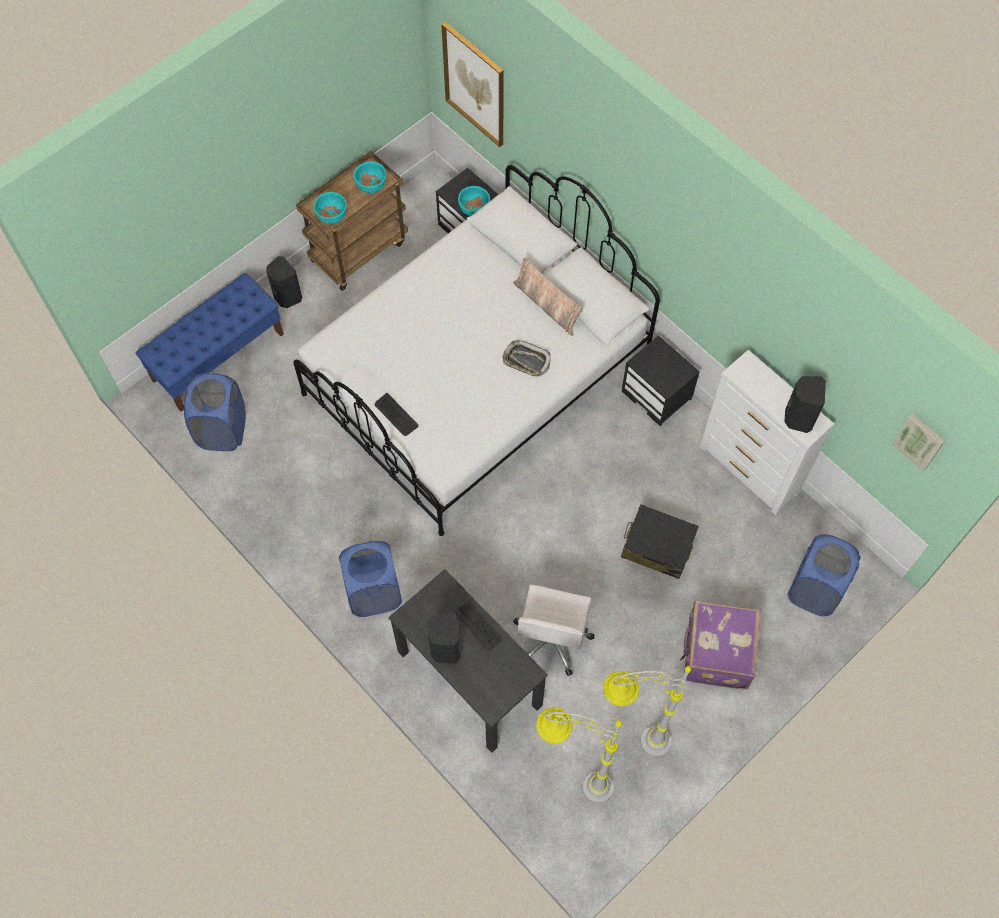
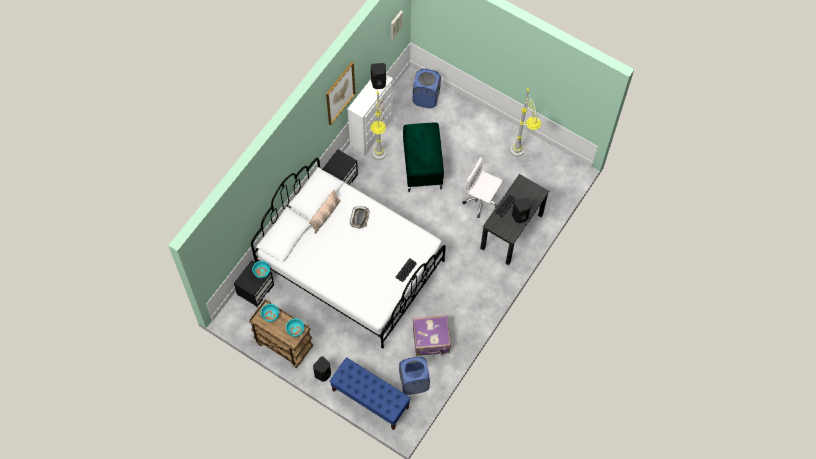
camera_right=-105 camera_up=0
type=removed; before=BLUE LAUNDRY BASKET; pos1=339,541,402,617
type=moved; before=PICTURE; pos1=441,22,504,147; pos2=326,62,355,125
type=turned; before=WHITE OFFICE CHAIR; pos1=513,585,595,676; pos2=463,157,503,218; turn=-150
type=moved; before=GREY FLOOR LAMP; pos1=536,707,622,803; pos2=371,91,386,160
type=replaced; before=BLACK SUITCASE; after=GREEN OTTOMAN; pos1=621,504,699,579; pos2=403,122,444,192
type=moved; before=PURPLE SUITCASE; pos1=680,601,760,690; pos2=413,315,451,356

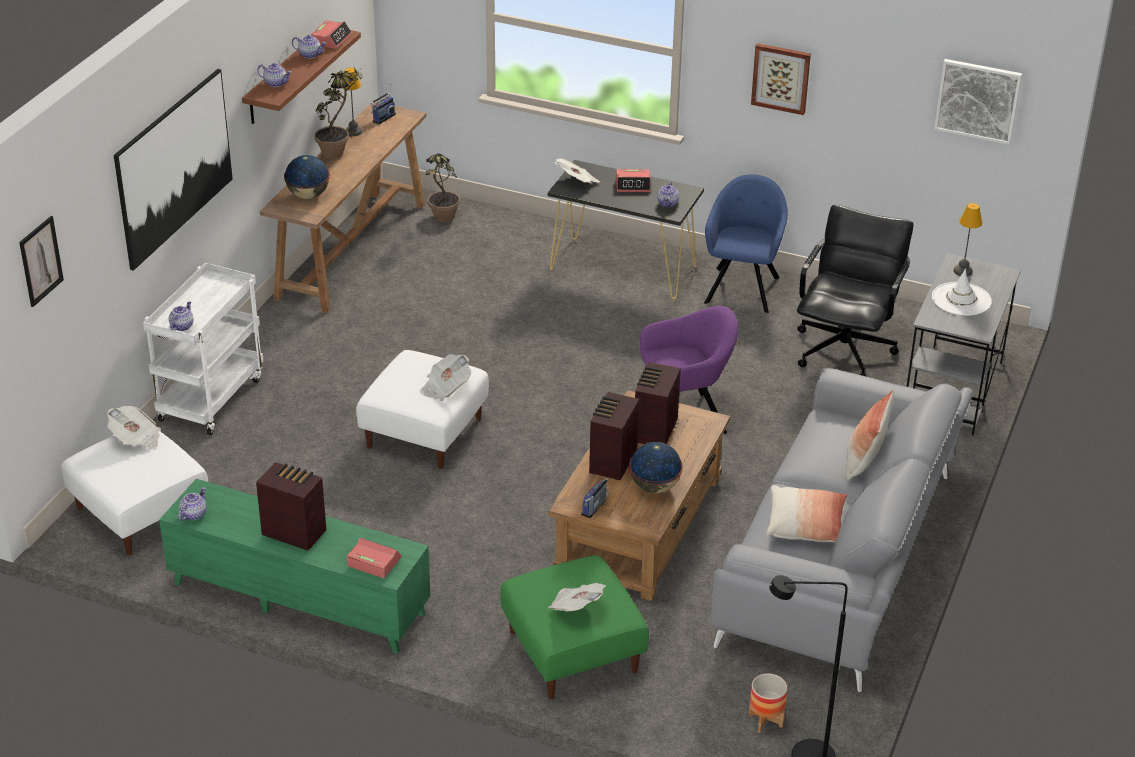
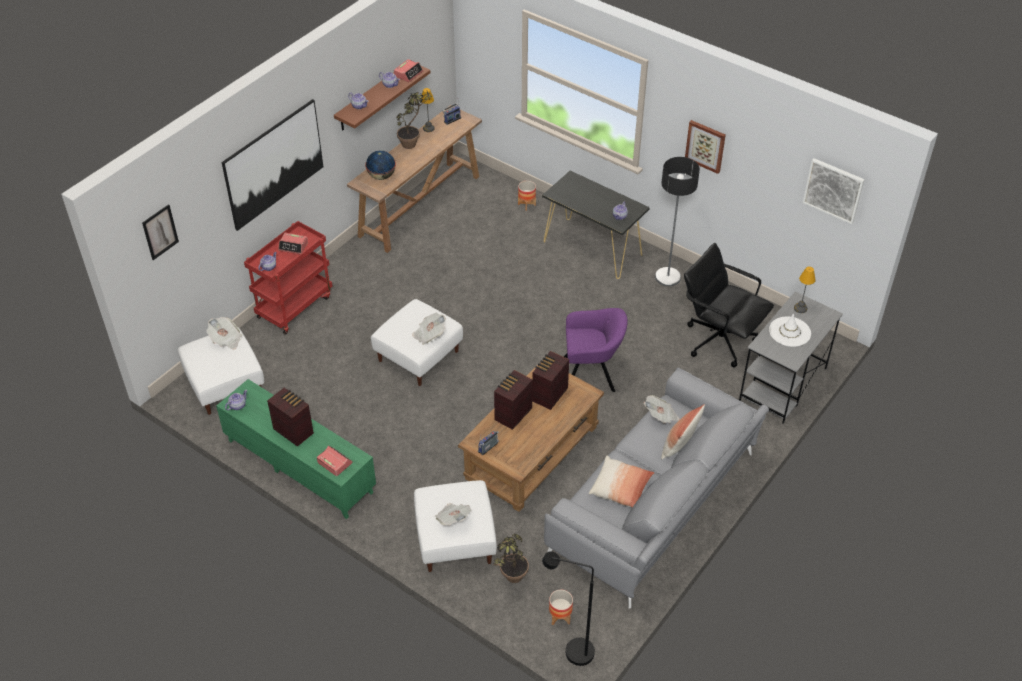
camera_right=15 camera_up=10
type=recoloured; before=WHITE CART; after=RED CART; pos1=143,263,264,435; pos2=244,221,332,335
type=moved; before=POTTED PLANT; pos1=425,154,460,222; pos2=493,534,529,583
type=recoloured; before=GREEN OTTOMAN; after=WHITE OTTOMAN; pos1=500,555,649,699; pos2=414,480,497,572
type=moved; before=NEWSPAPER; pos1=554,158,600,183; pos2=644,395,680,423
type=moved; before=ALARM CLOCK; pos1=616,169,651,192; pos2=278,233,308,254
type=removed; before=GLOBE; pos1=629,442,683,493
type=replaced; before=BLUE ARMCHAIR; after=FLOOR LAMP; pos1=704,174,788,313; pos2=655,157,700,286
type=turned; before=BLACK OFFICE CHAIR; pos1=797,205,914,376; pos2=684,243,774,367; turn=-90
type=added; after=PLANTER; pos2=518,181,536,211

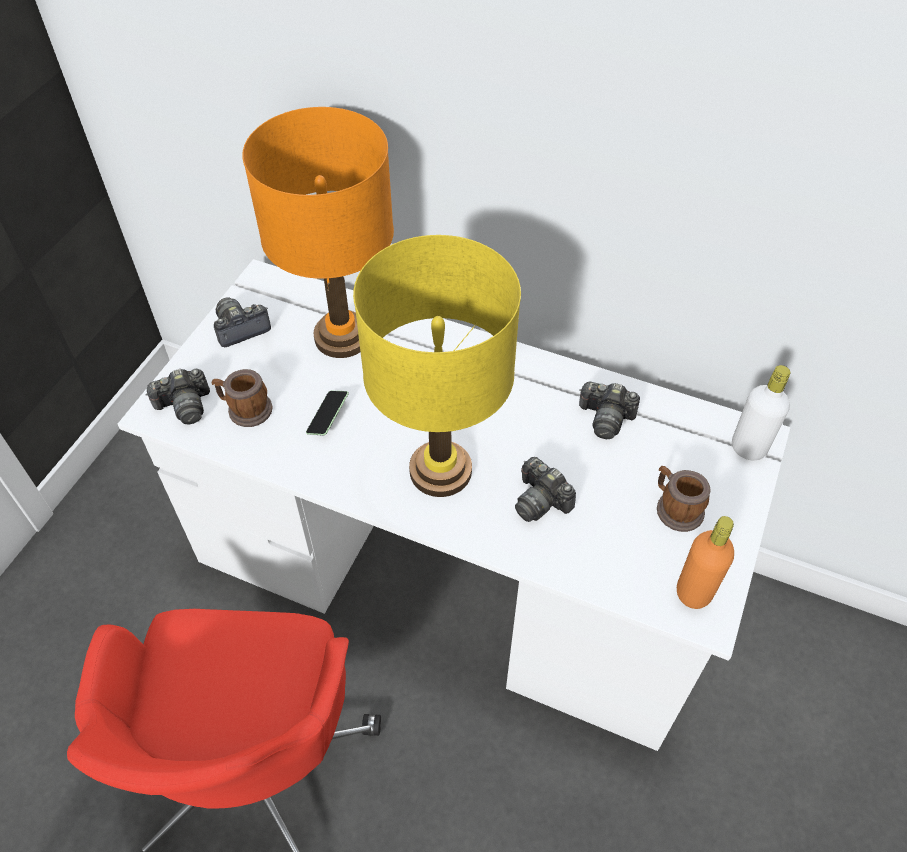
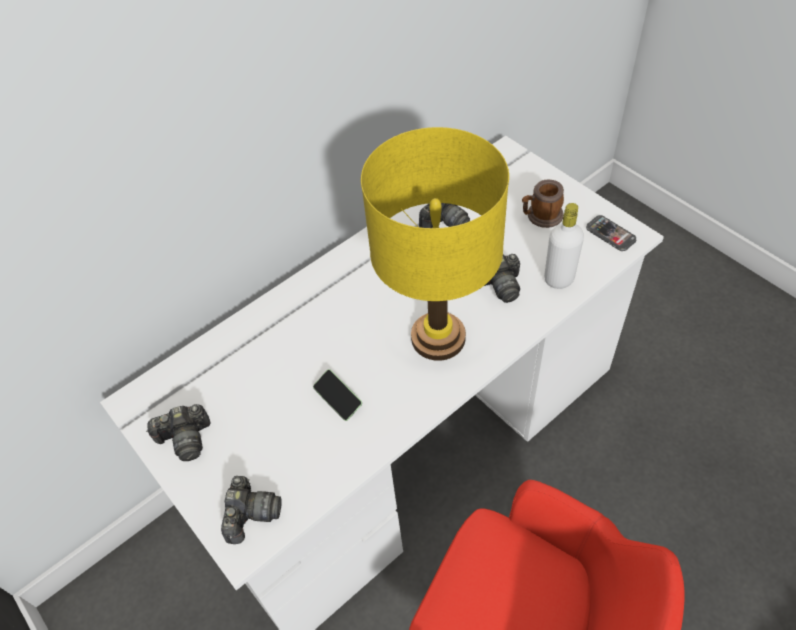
camera_right=-60 camera_up=0
type=removed; before=MUG; pos1=211,369,272,427
type=turned; before=PHOTO CAMERA; pos1=214,297,271,347; pos2=146,404,210,461; turn=-105
type=removed; before=ORANGE TABLE LAMP; pos1=242,107,394,358
type=replaced; before=ORANGE BOTTLE; after=PHONE; pos1=677,516,734,609; pos2=586,215,636,251
type=moved; before=WHITE BOTTLE; pos1=732,365,790,460; pos2=544,203,584,289

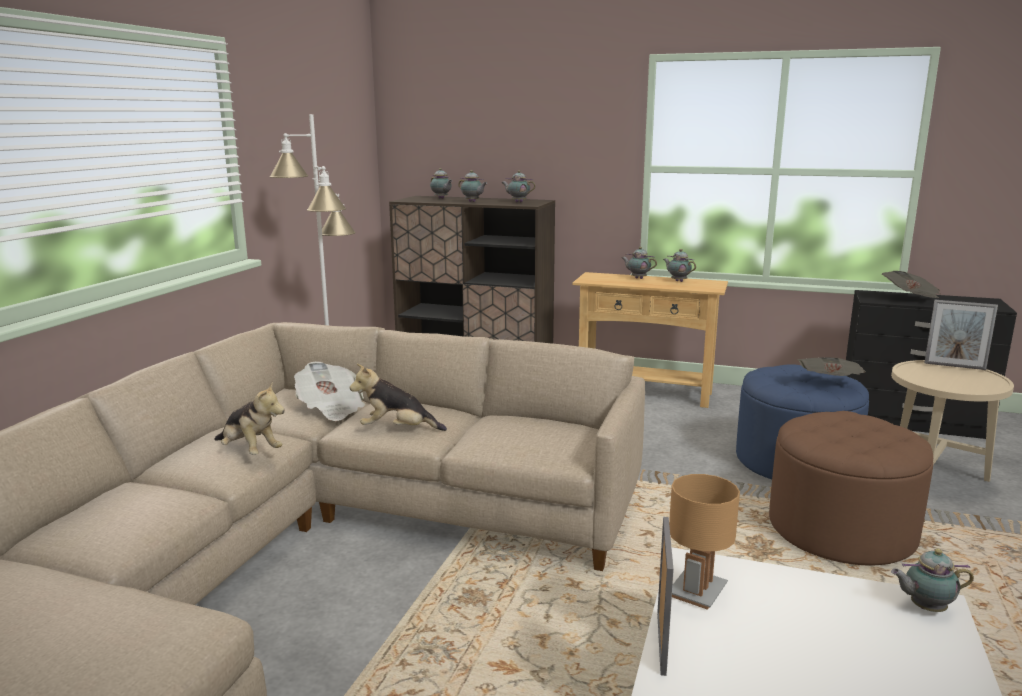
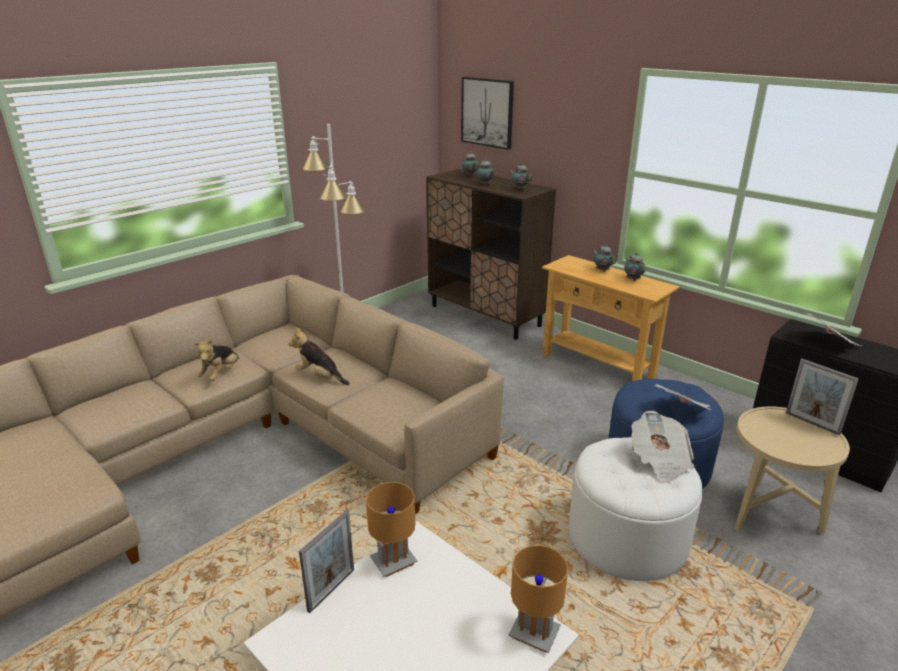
camera_right=25 camera_up=10
type=turned; before=PLUSH TOY; pos1=215,381,285,455; pos2=194,339,239,381; turn=45
type=moved; before=NEWSPAPER; pos1=294,361,365,421; pos2=631,411,695,482
type=recoloured; before=BROWN OTTOMAN; after=WHITE OTTOMAN; pos1=769,411,933,565; pos2=569,437,702,581
type=replaced; before=TEAPOT; after=BROWN TABLE LAMP; pos1=891,548,974,612; pos2=508,545,568,653
type=added; after=PICTURE; pos2=461,77,514,150

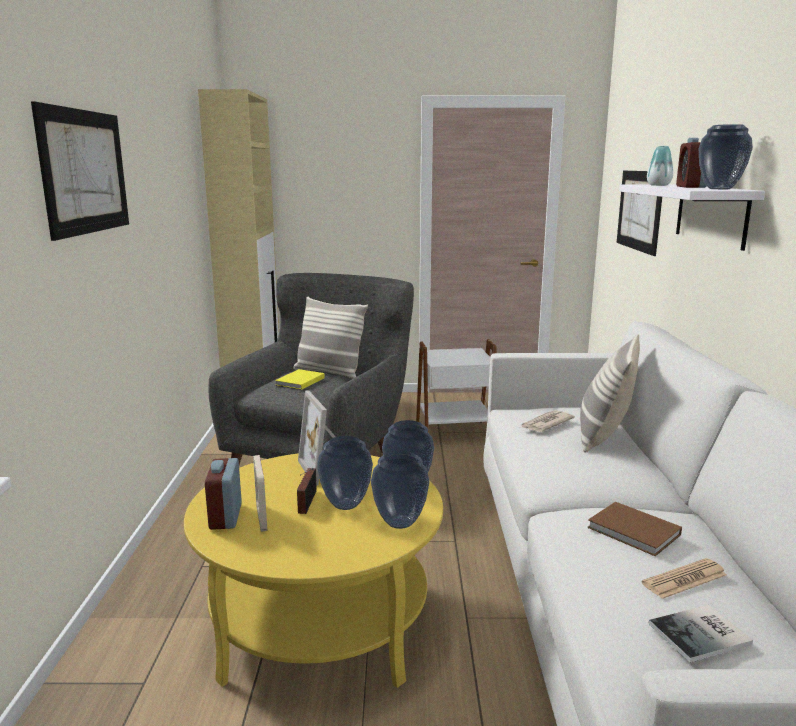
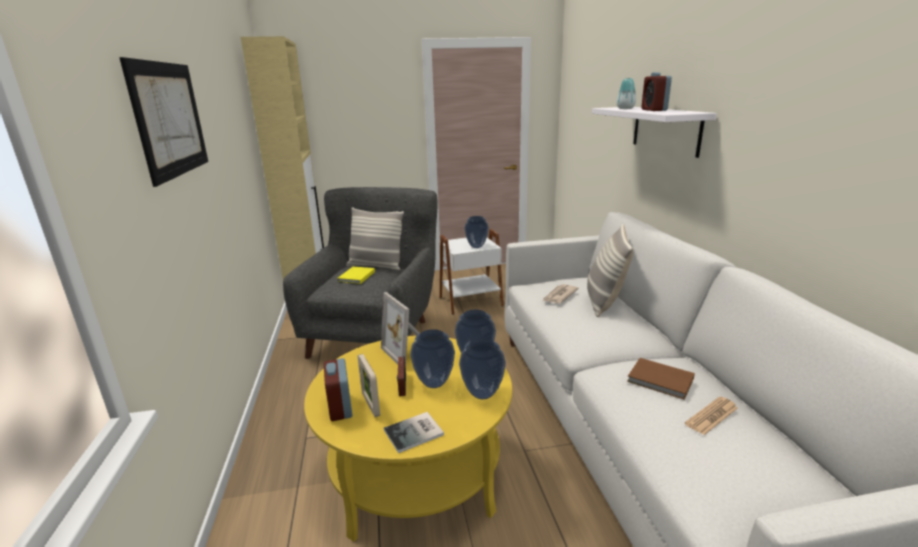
camera_right=-10 camera_up=5
type=removed; before=PICTURE; pos1=617,171,662,256
type=moved; before=BOOK; pos1=649,605,753,663; pos2=384,412,444,453
type=moved; before=VASE; pos1=699,124,753,189; pos2=464,216,489,248

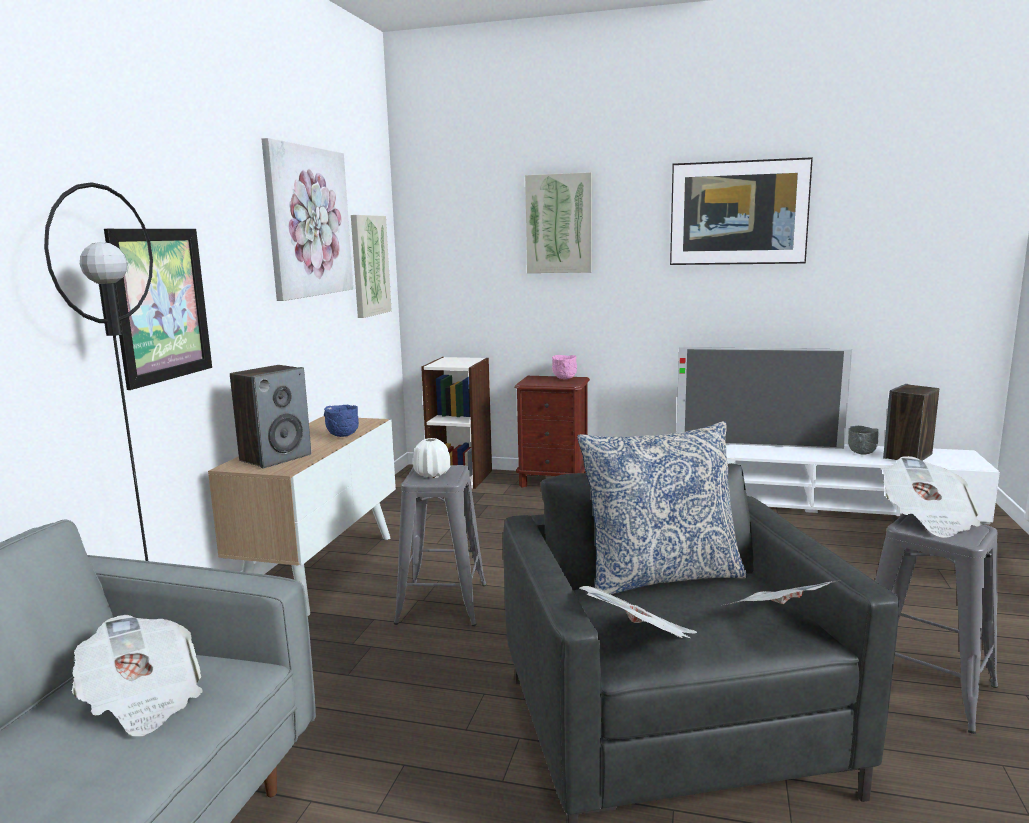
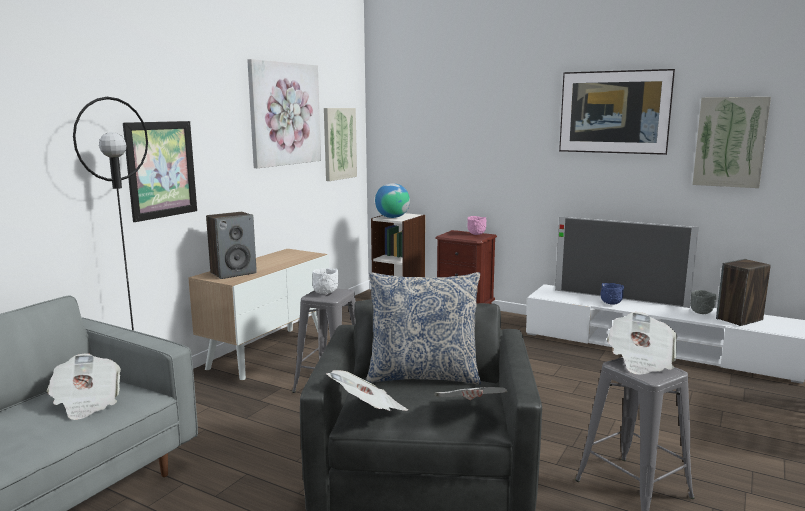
camera_right=15 camera_up=0
type=moved; before=BLUE BOWL; pos1=324,405,359,437; pos2=601,283,624,305
type=replaced; before=WHITE VASE; after=WHITE BOWL; pos1=413,438,451,477; pos2=312,268,339,294
type=moved; before=PICTURE; pos1=525,172,592,273; pos2=692,97,771,188
type=added; after=GLOBE; pos2=375,183,410,218

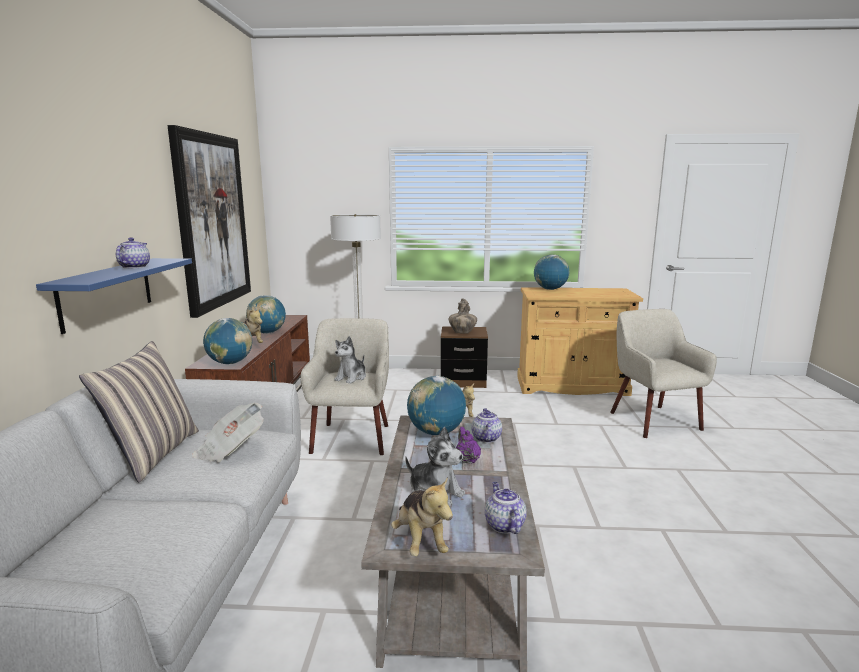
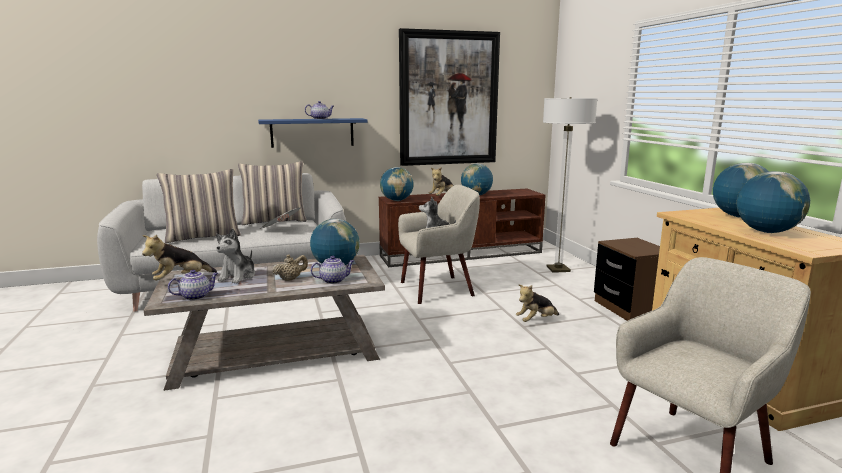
camera_right=70 camera_up=0
type=removed; before=VASE; pos1=449,298,477,334
type=recoloured; before=PURPLE TEAPOT; after=BEIGE TEAPOT; pos1=456,427,481,464; pos2=272,254,308,281
type=added; after=PILLOW; pos2=157,169,241,243
type=added; after=GLOBE; pos2=736,171,810,233

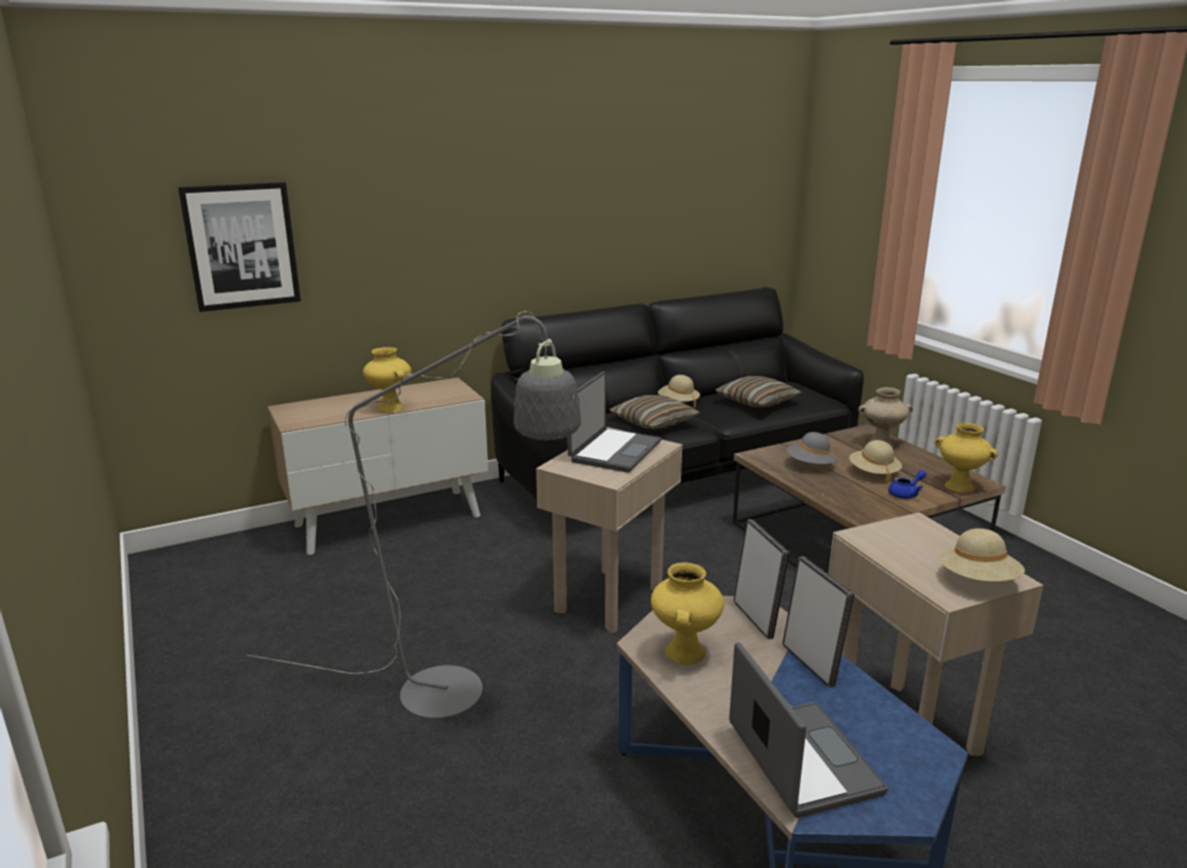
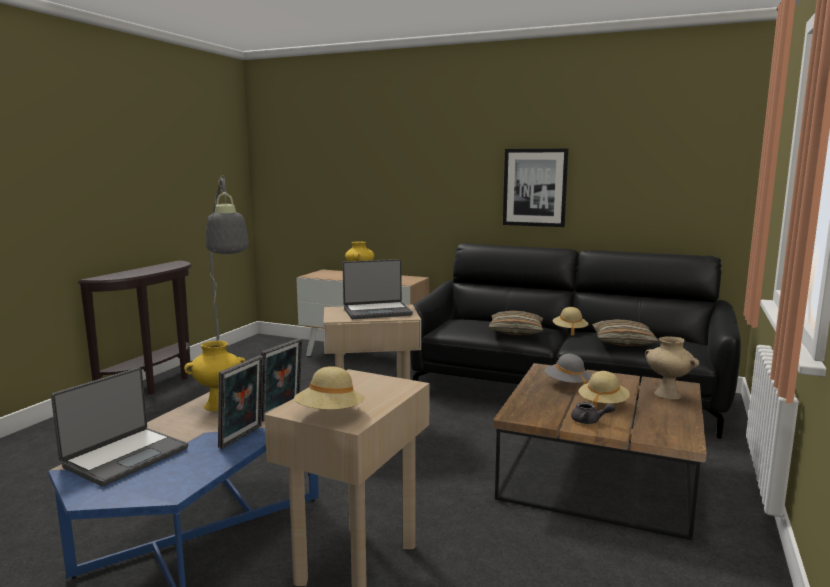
camera_right=50 camera_up=-10
type=moved; before=PICTURE; pos1=178,182,301,312; pos2=503,148,568,227
type=recoloured; before=BLUE TEAPOT; after=GREY TEAPOT; pos1=888,470,926,499; pos2=571,402,615,424
type=removed; before=YELLOW VASE; pos1=934,423,998,493
type=added; after=BROWN CONSOLE TABLE; pos2=78,260,192,394

